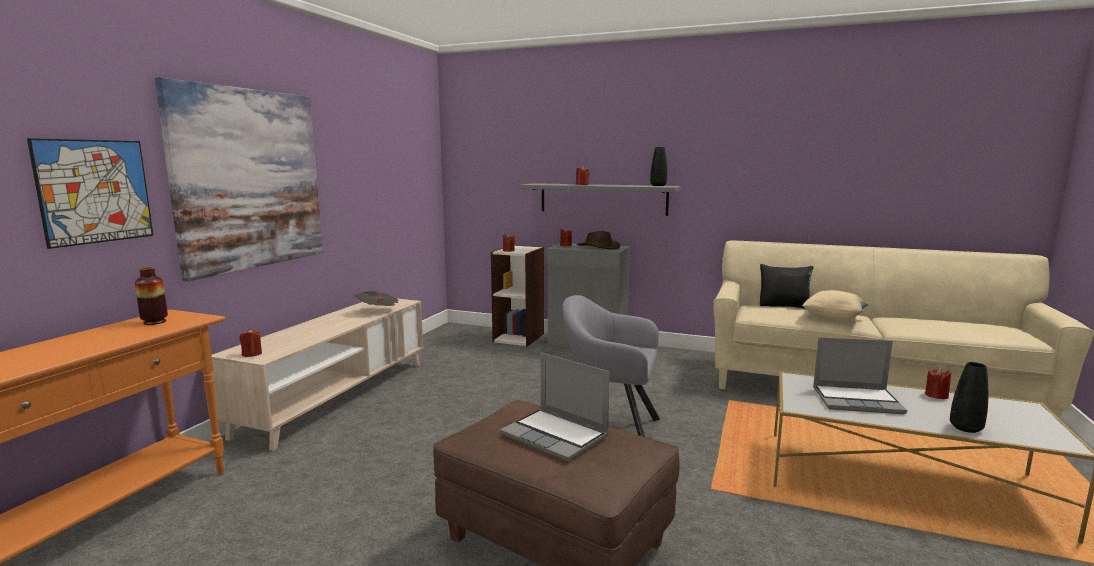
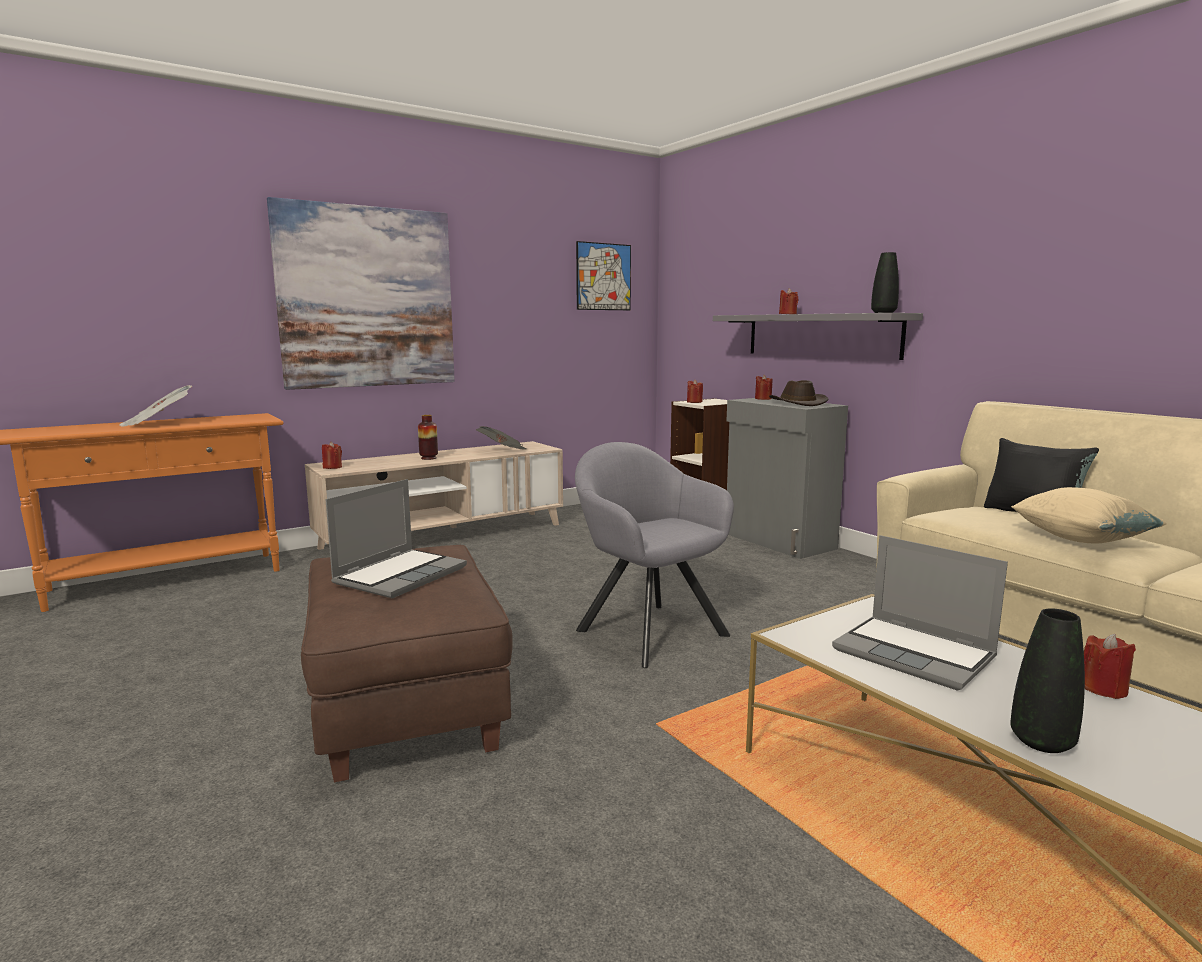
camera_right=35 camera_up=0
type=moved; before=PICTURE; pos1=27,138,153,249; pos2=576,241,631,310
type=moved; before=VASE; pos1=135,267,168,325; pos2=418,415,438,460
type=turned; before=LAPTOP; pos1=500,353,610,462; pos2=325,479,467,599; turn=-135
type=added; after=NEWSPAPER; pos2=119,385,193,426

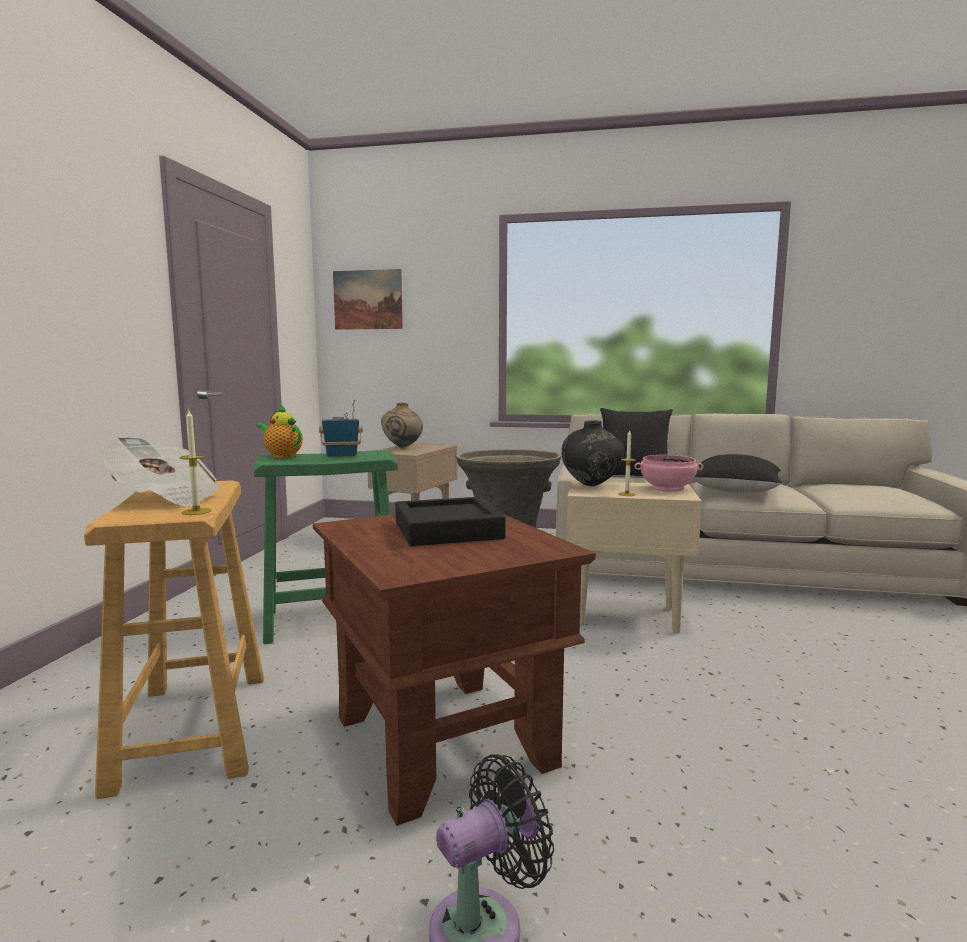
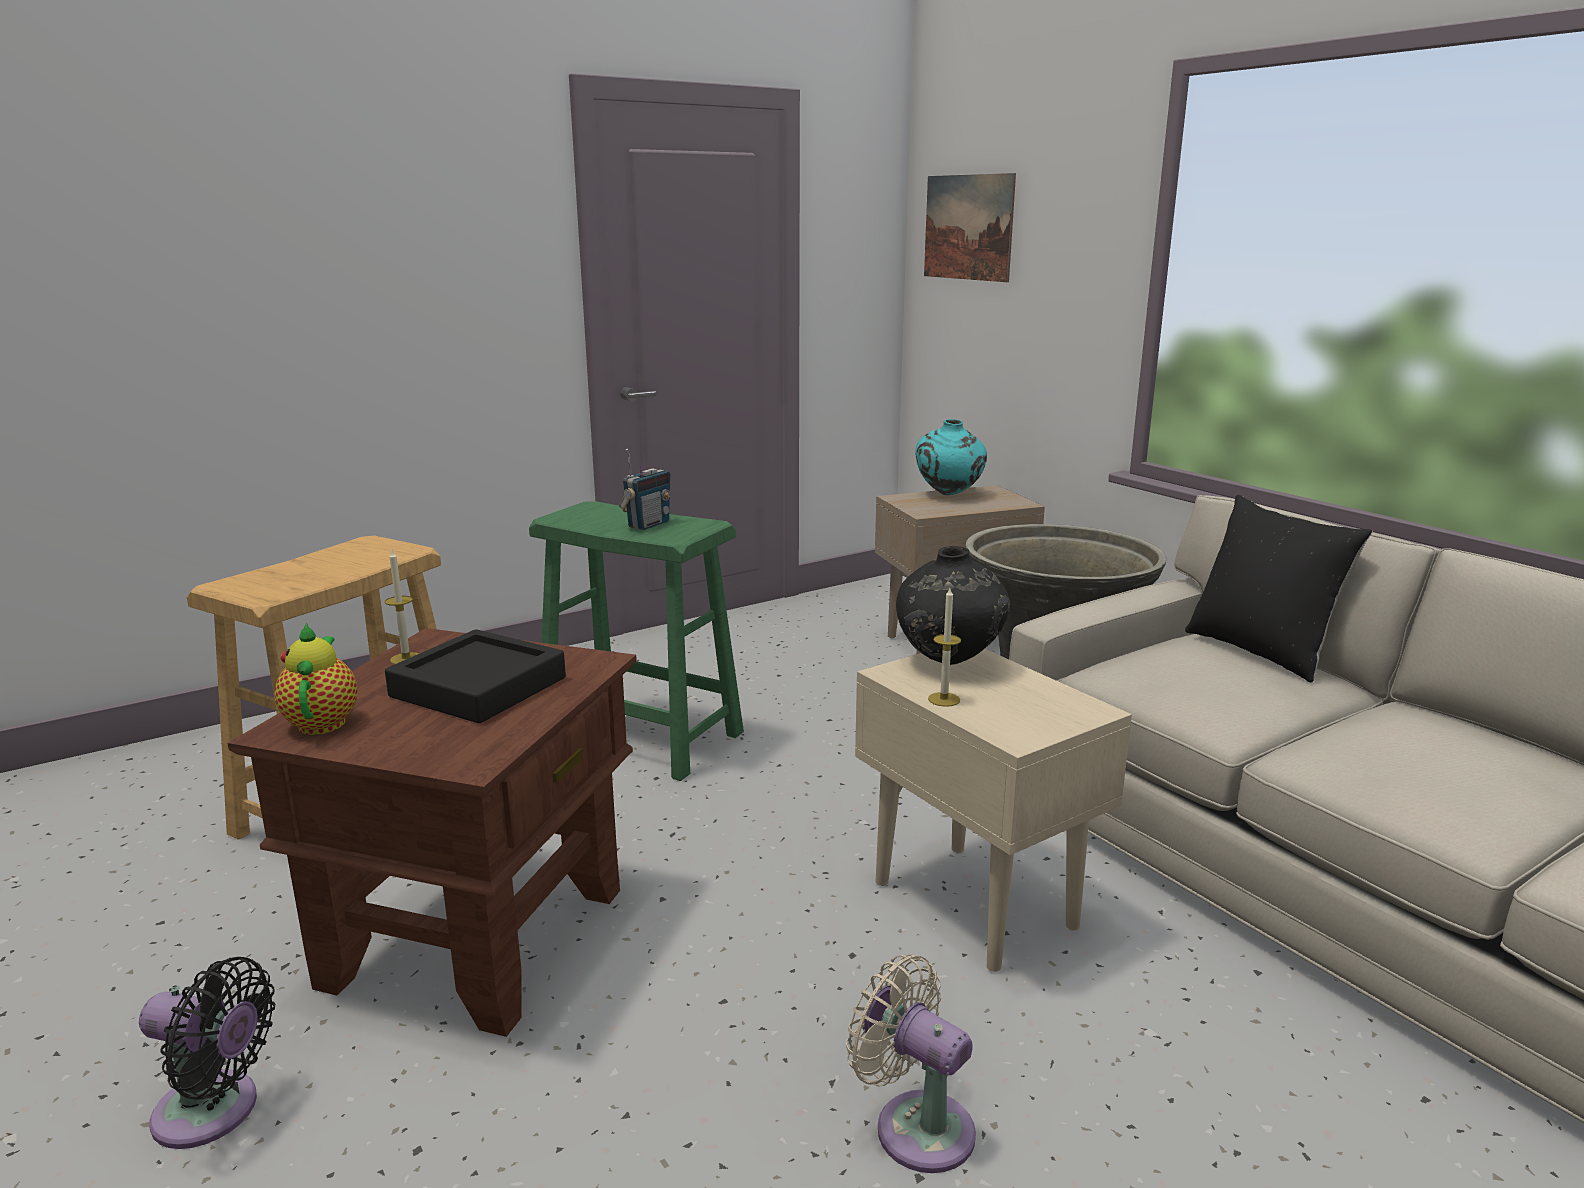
camera_right=45 camera_up=10
type=removed; before=NEWSPAPER; pos1=99,436,222,506
type=moved; before=CANDLE; pos1=179,410,212,515; pos2=385,550,419,664
type=moved; before=TEAPOT; pos1=257,404,303,458; pos2=275,623,357,735
type=turned; before=RADIO; pos1=319,399,362,457; pos2=619,449,670,530; turn=90
type=recoloured; before=BEIGE VASE; after=TURQUOISE VASE; pos1=381,403,423,448; pos2=915,419,987,495
type=removed; before=PINK BOWL; pos1=634,455,703,492
type=removed; before=BLACK PILLOW; pos1=693,454,782,493
type=added; after=BEIGE FAN; pos2=846,954,976,1173

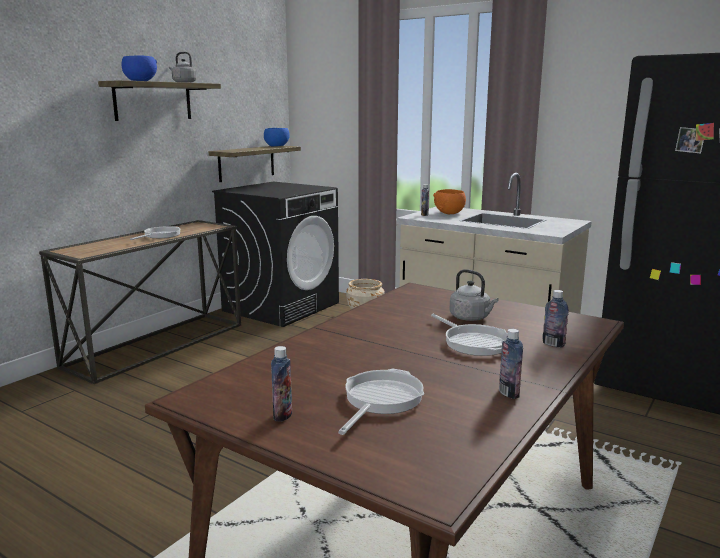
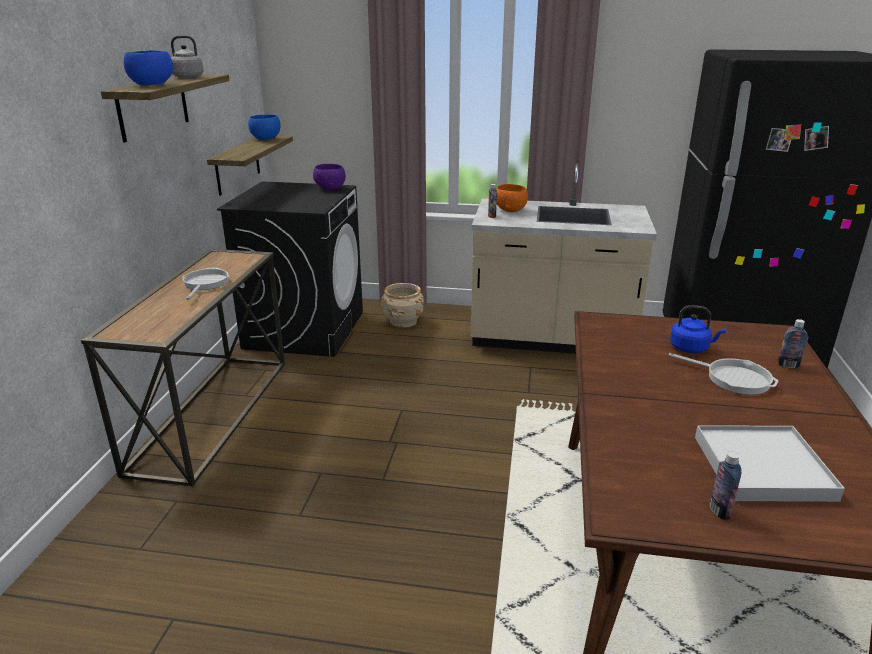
camera_right=-25 camera_up=10
type=replaced; before=FRYING PAN; after=WHITE TRAY; pos1=338,369,424,435; pos2=695,425,845,502
type=recoloured; before=GREY KETTLE; after=BLUE KETTLE; pos1=449,269,499,321; pos2=670,305,726,353
type=removed; before=BOTTLE; pos1=499,329,523,399
type=added; after=PURPLE BOWL; pos2=313,164,346,190

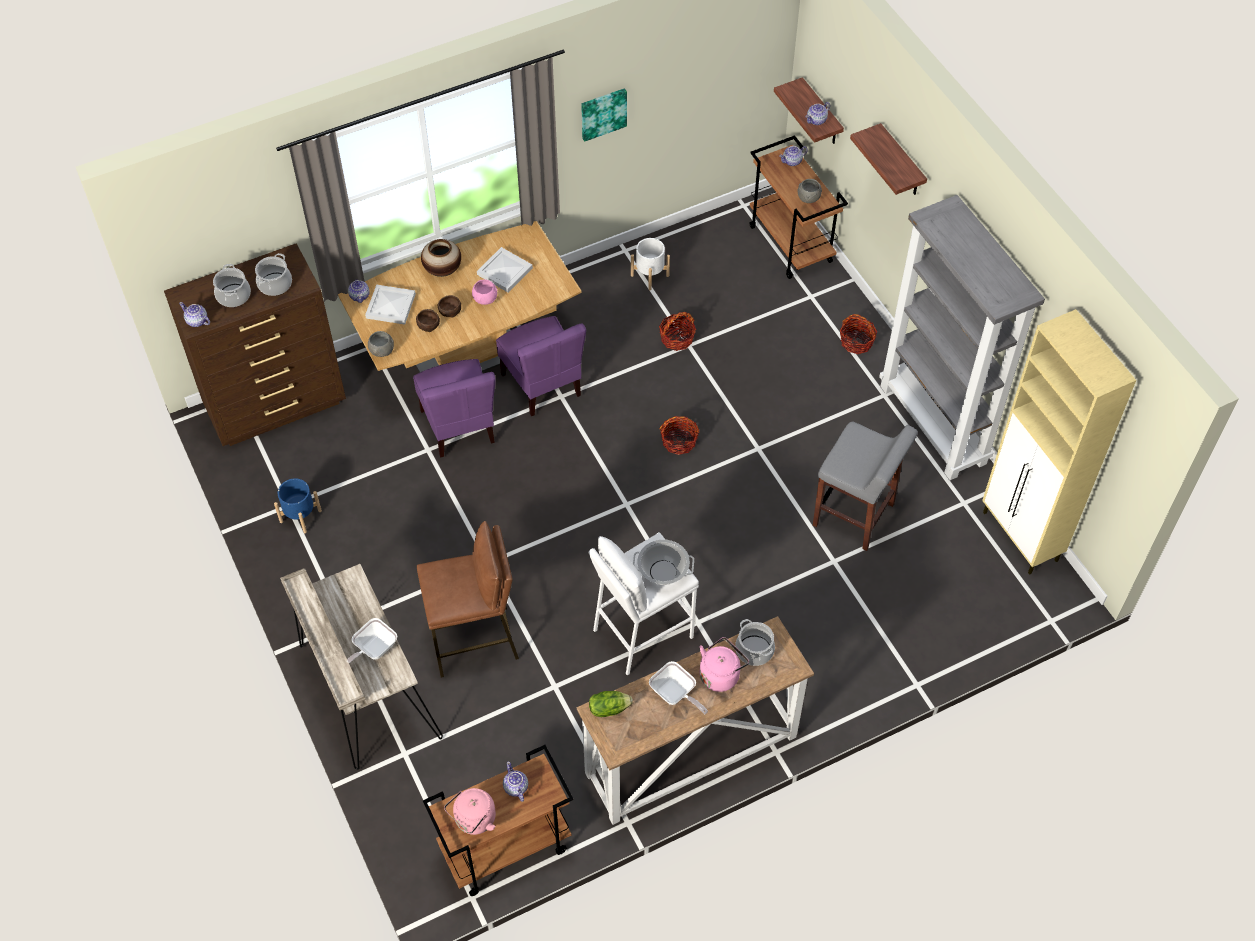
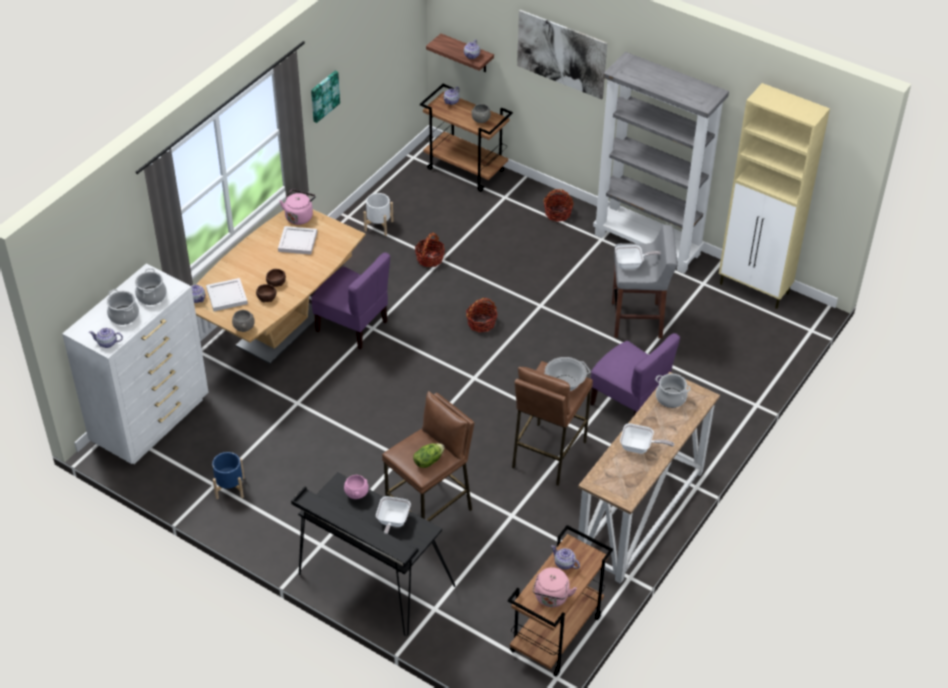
camera_right=-30 camera_up=-10
type=recoloured; before=BROWN DRESSER; after=WHITE DRESSER; pos1=164,243,346,446; pos2=62,264,209,464
type=recoloured; before=BEIGE DESK; after=BLACK DESK; pos1=280,564,443,770; pos2=291,472,455,636
type=moved; before=PURPLE CHAIR; pos1=413,359,496,458; pos2=590,333,680,415
type=removed; before=VASE; pos1=421,239,461,277
type=moved; before=PINK BOWL; pos1=472,279,498,305; pos2=344,475,369,499
type=recoloured; before=WHITE STOOL; after=BROWN STOOL; pos1=589,532,699,675; pos2=512,361,593,486
type=moved; before=LETTUCE; pos1=589,691,633,717; pos2=413,443,444,468
type=moved; before=PINK KETTLE; pos1=700,637,749,692; pos2=279,189,316,225
type=replaced; before=SHELF; after=PICTURE; pos1=850,123,927,195; pos2=517,10,607,99
type=added; after=FRYING PAN; pos2=615,245,661,269

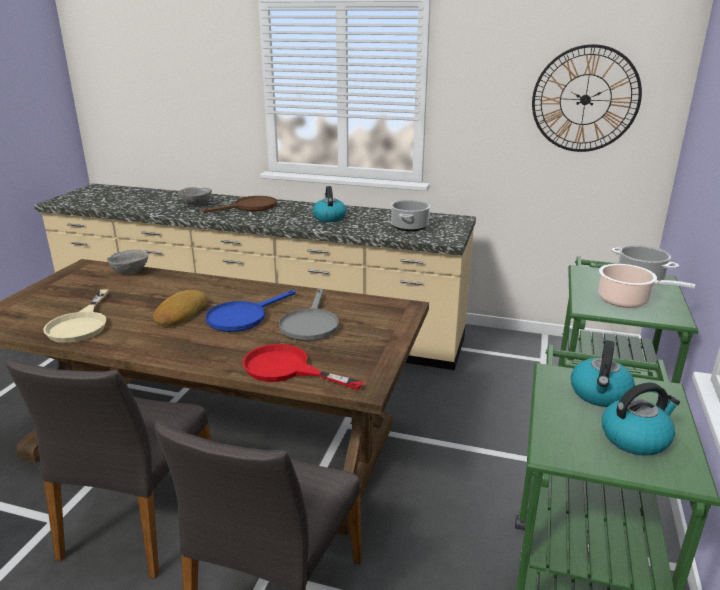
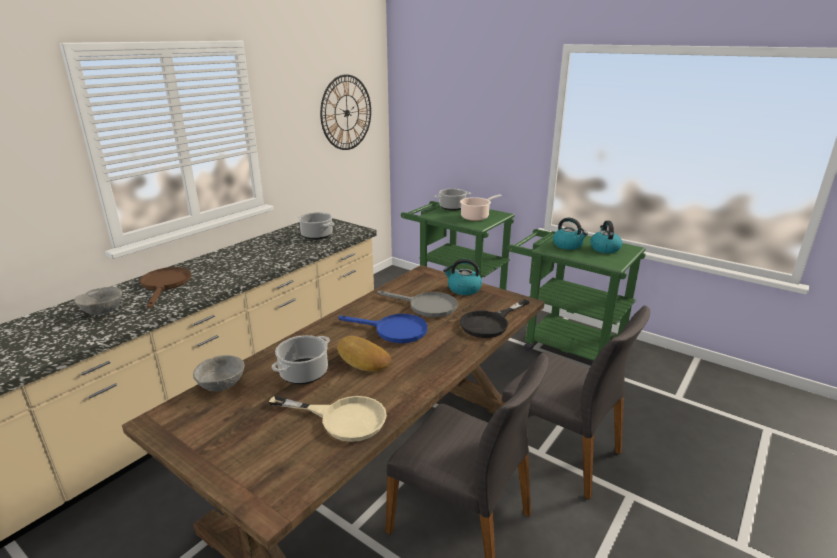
camera_right=-70 camera_up=0
type=turned; before=BLUE FRYING PAN; pos1=206,290,295,332; pos2=338,314,428,343; turn=-45
type=recoloured; before=RED FRYING PAN; after=BLACK FRYING PAN; pos1=242,344,363,390; pos2=460,299,530,338
type=moved; before=KETTLE; pos1=313,186,347,222; pos2=443,259,482,295
type=added; after=COOKING POT; pos2=272,335,330,384

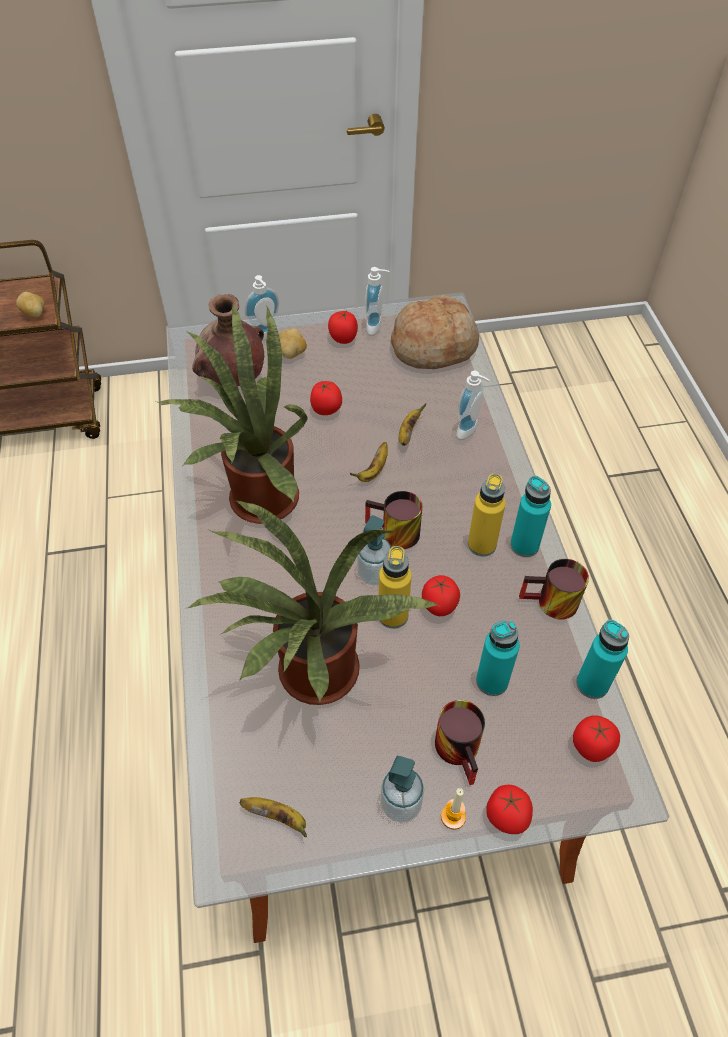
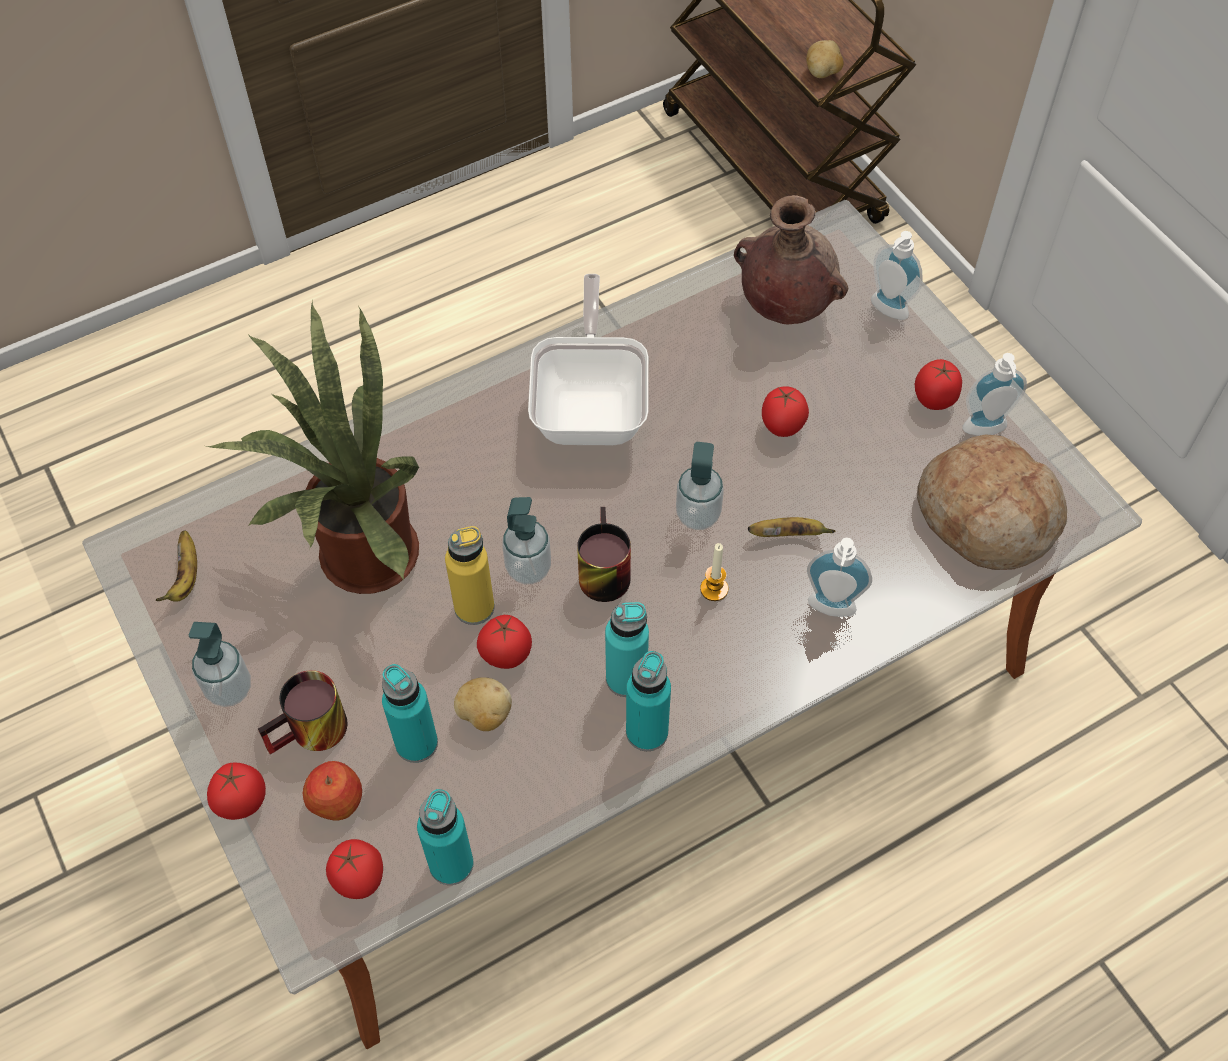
camera_right=70 camera_up=5
type=replaced; before=POTTED PLANT; after=FRYING PAN; pos1=154,301,307,524; pos2=528,274,649,445
type=moved; before=POTATO; pos1=279,328,307,359; pos2=454,677,512,731
type=replaced; before=BANANA; after=SOAP DISPENSER; pos1=350,442,388,482; pos2=676,442,724,530
type=moved; before=CANDLE; pos1=441,788,466,829; pos2=700,543,728,601
type=recoloured; before=YELLOW BOTTLE; after=TURQUOISE BOTTLE; pos1=468,474,506,556; pos2=605,602,649,697
type=removed; before=MUG; pos1=519,559,589,619
type=added; after=APPLE; pos2=303,761,362,820

